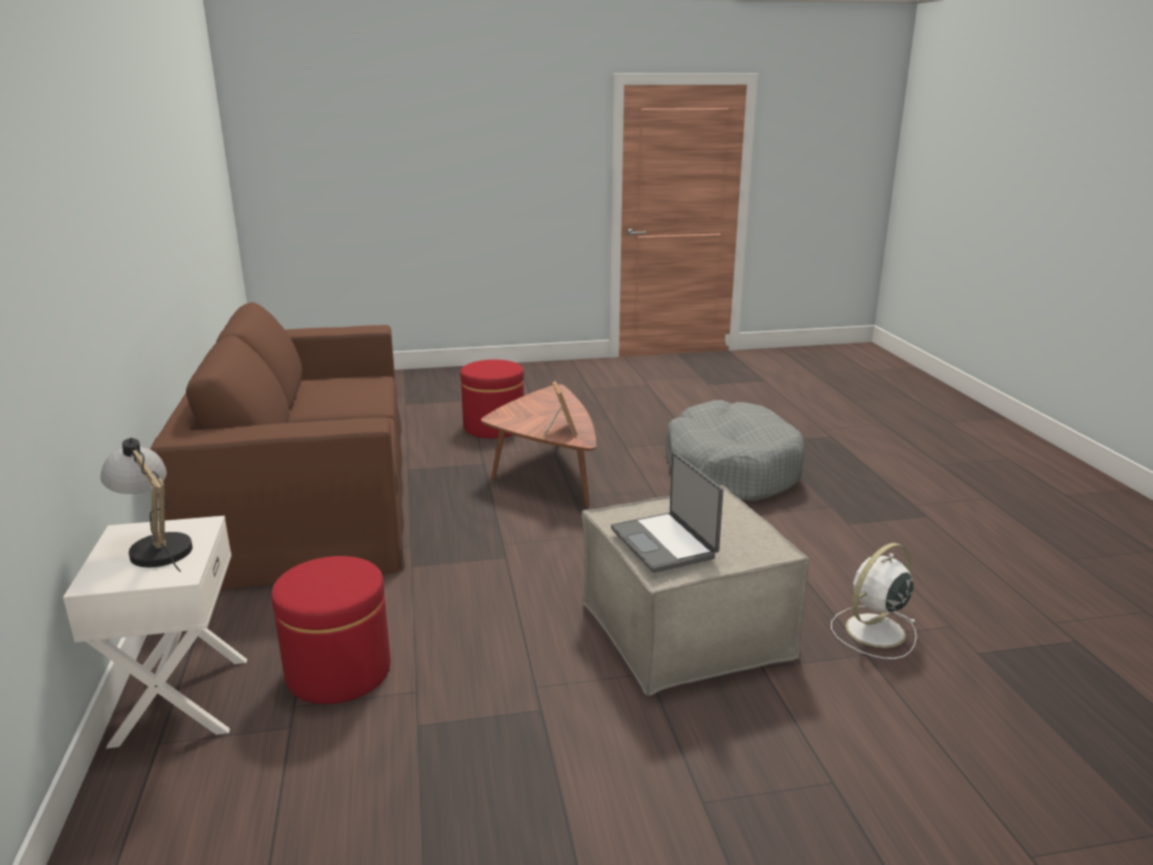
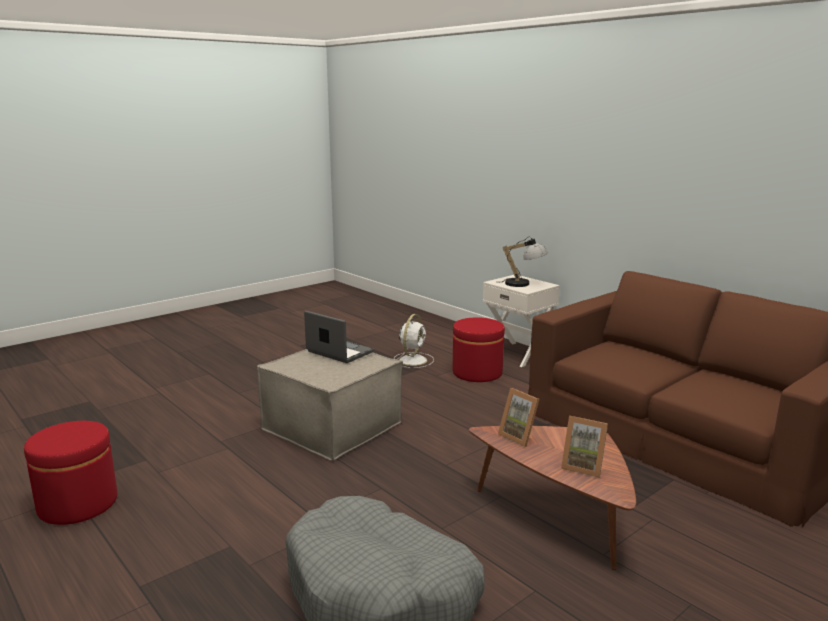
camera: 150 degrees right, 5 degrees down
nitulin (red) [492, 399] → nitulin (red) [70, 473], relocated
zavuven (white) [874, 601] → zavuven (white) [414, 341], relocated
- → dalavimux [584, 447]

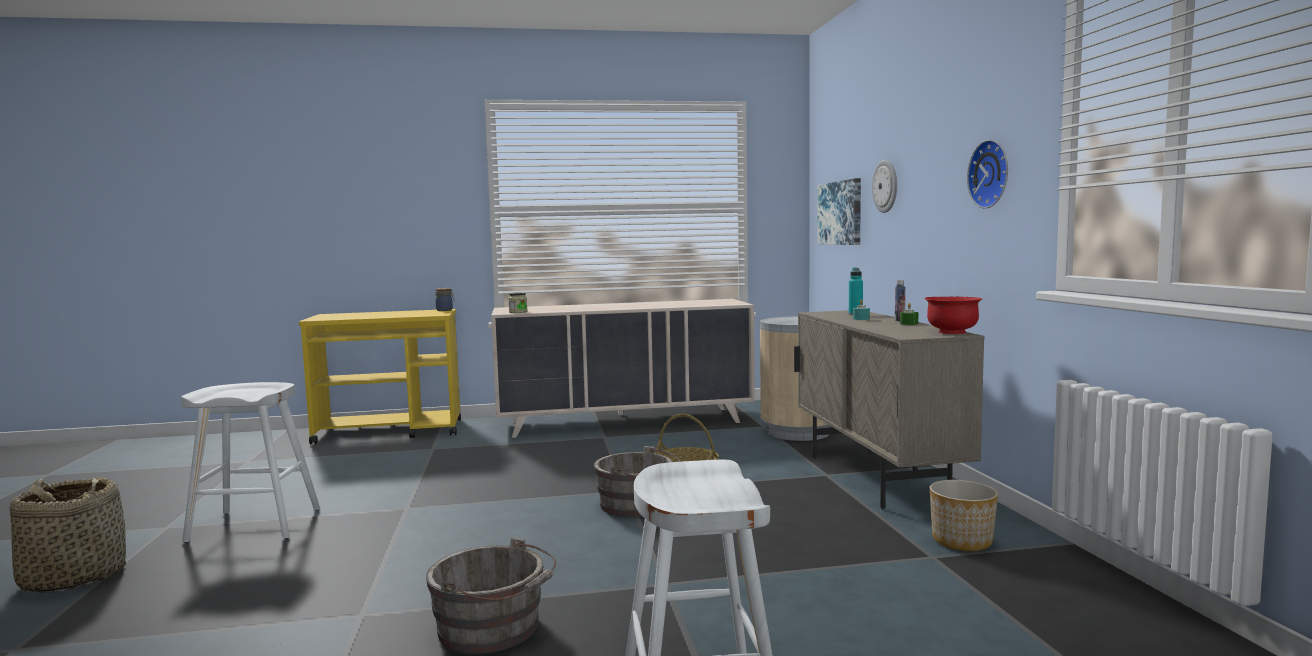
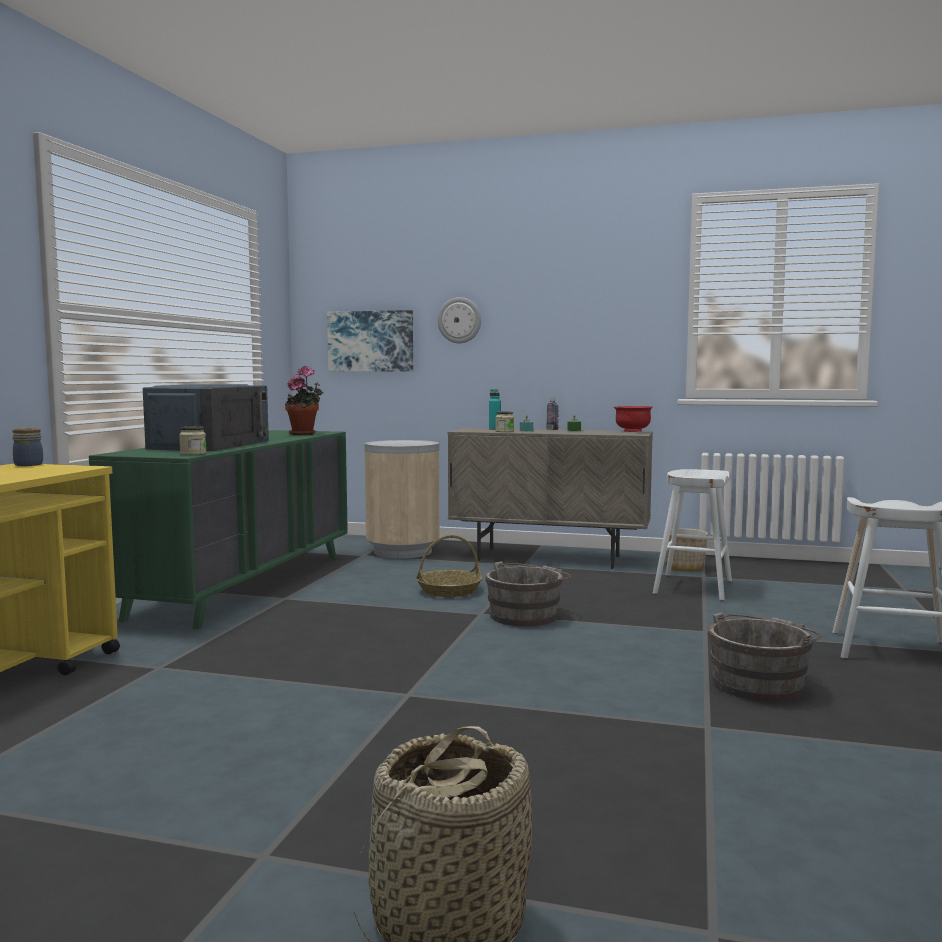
camera: 65 degrees left, 0 degrees up
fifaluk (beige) [623, 368] → fifaluk (green) [218, 529]
- → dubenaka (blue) [206, 417]
- → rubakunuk [304, 400]
- → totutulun [504, 421]
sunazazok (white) [250, 462] → sunazazok (white) [692, 535], relocated
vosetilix [987, 174] → -

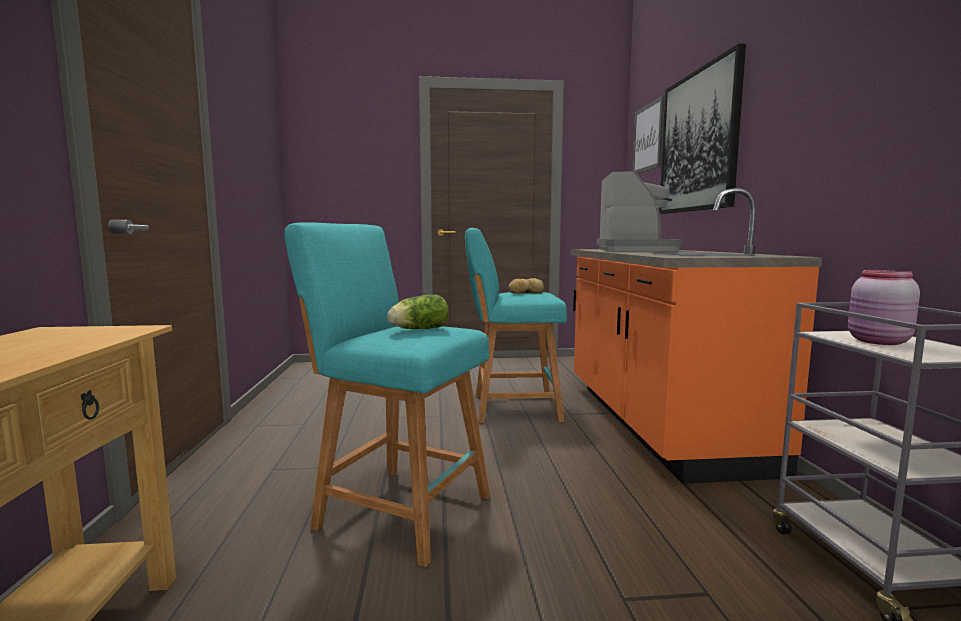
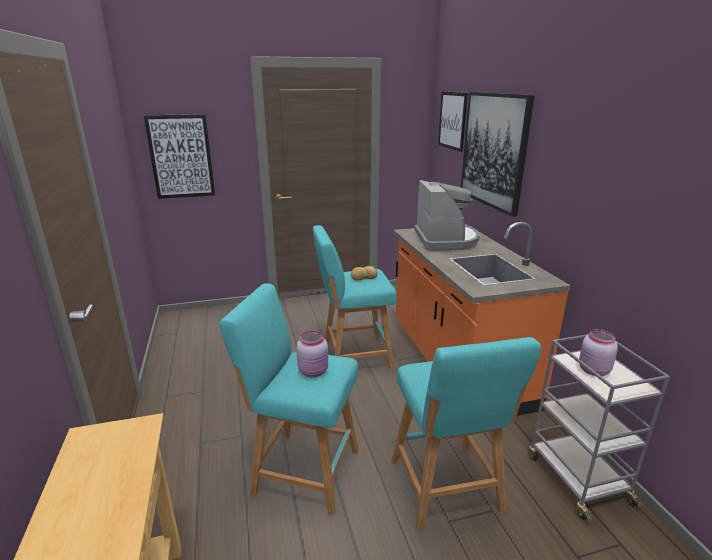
camera: 10 degrees left, 15 degrees up
- → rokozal [179, 156]
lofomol [418, 311] → totutulun (pink) [312, 354]
- → sunazazok (turquoise) [466, 433]

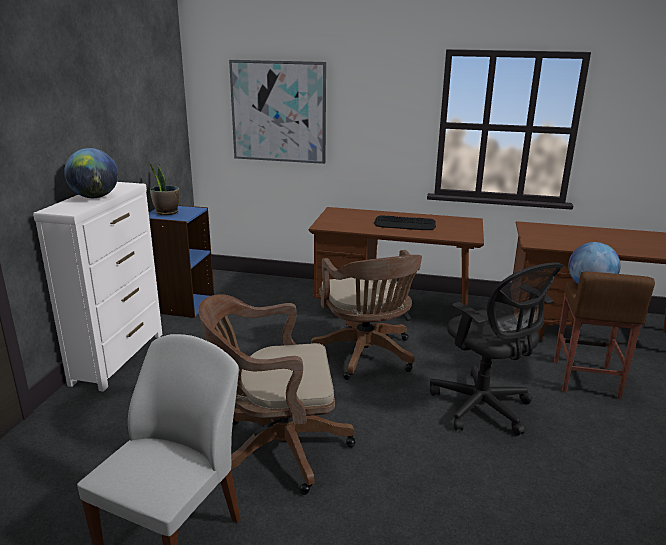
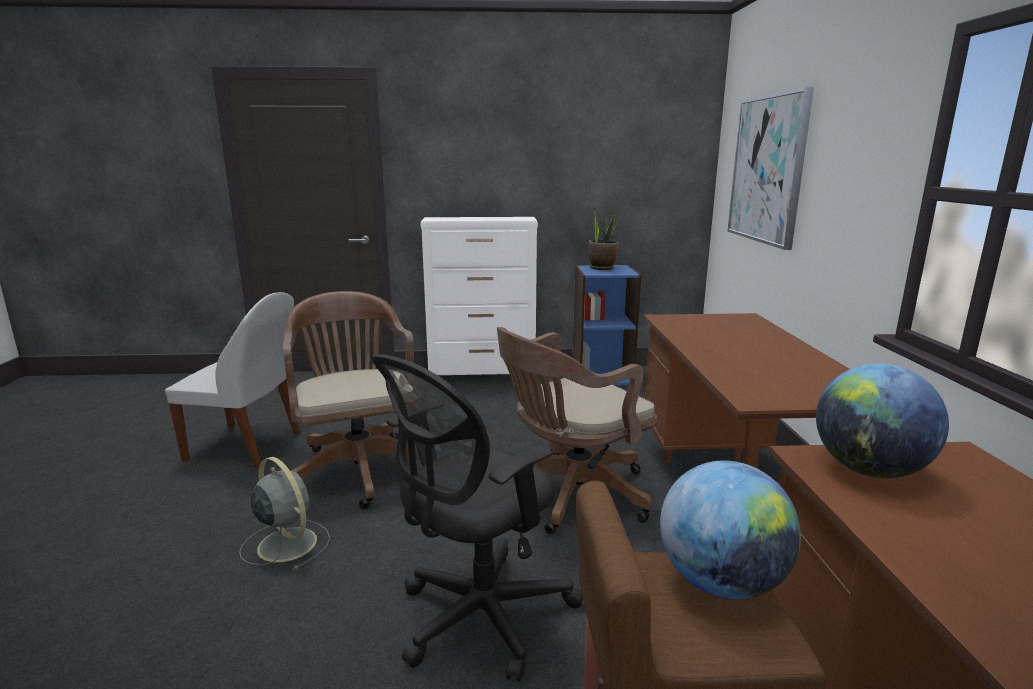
camera: 75 degrees right, 5 degrees down
- → zavuven (grey) [284, 513]
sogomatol [91, 173] → sogomatol [882, 421], relocated
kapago [405, 222] → -

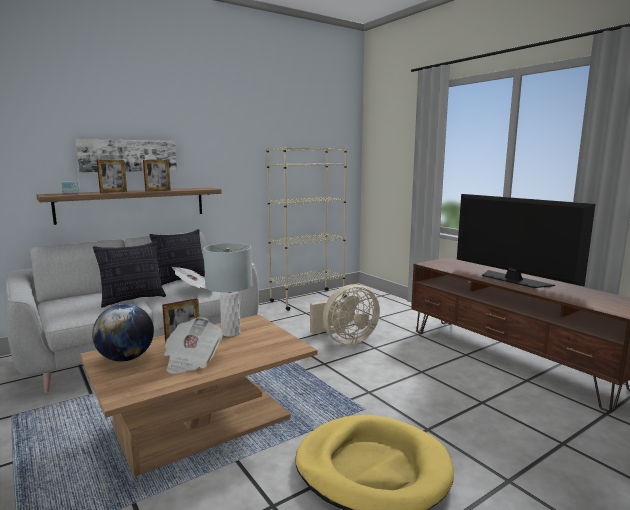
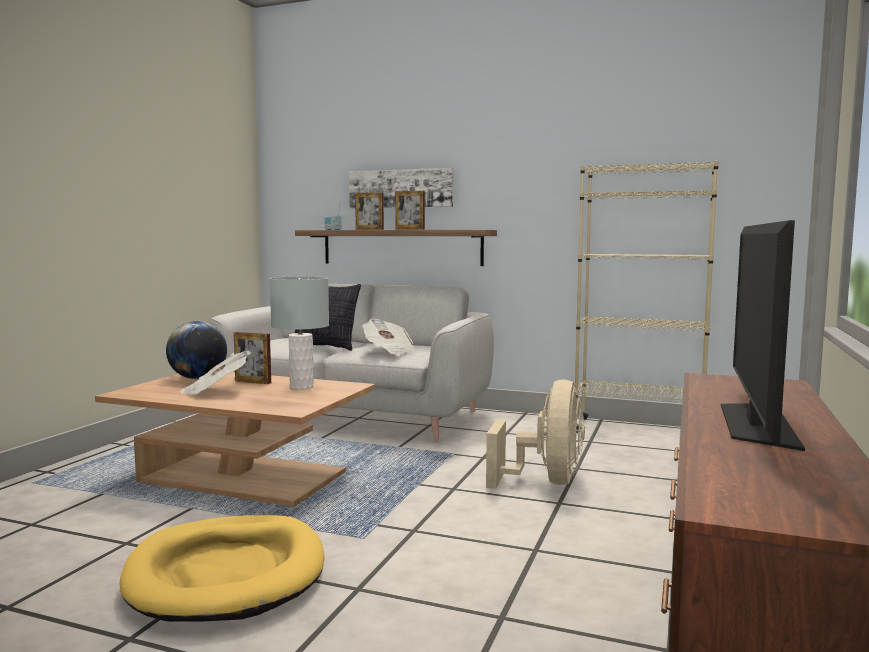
camera: 55 degrees right, 5 degrees down
zavuven (beige) [345, 314] → zavuven (beige) [535, 434], 105 degrees counterclockwise
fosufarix [177, 257] → -

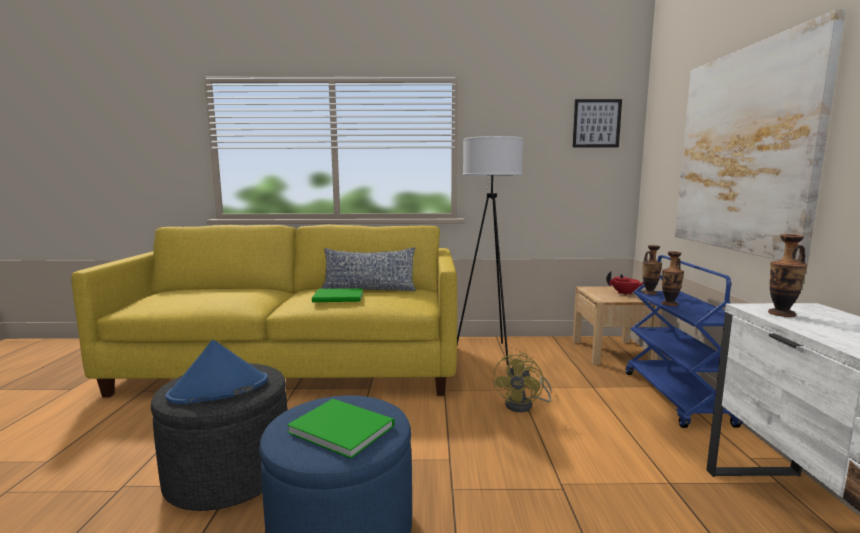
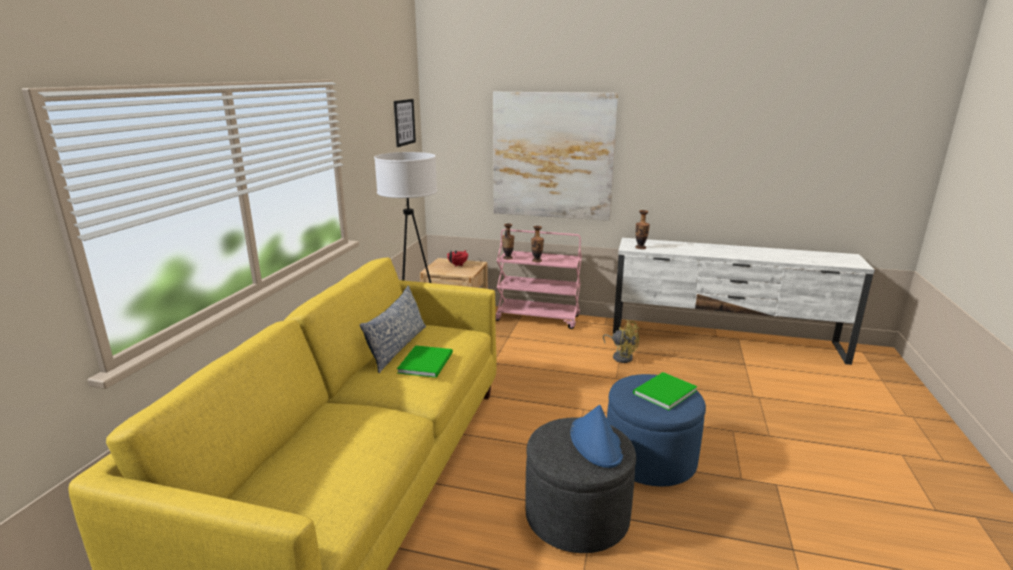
camera: 75 degrees left, 10 degrees up
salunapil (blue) [684, 341] → salunapil (pink) [539, 279]
zavuven (yellow) [523, 382] → zavuven (yellow) [621, 341], relocated

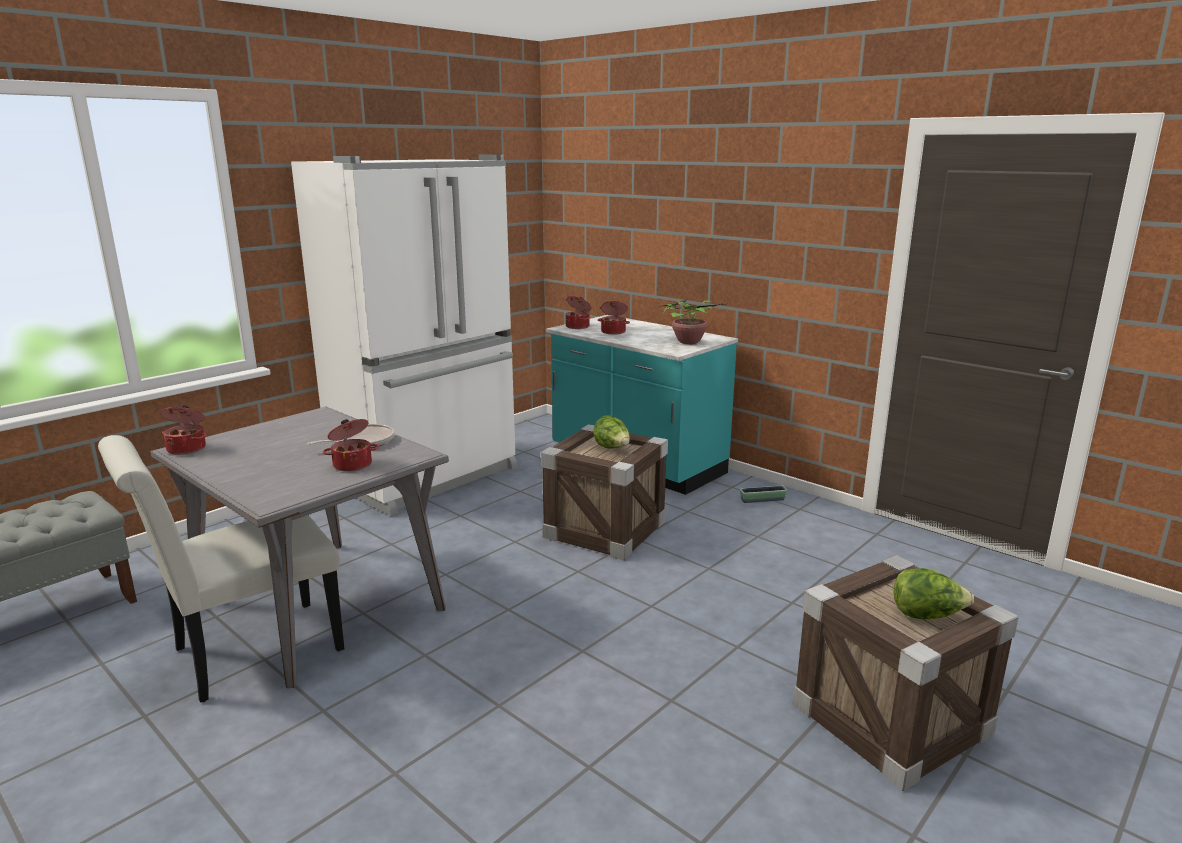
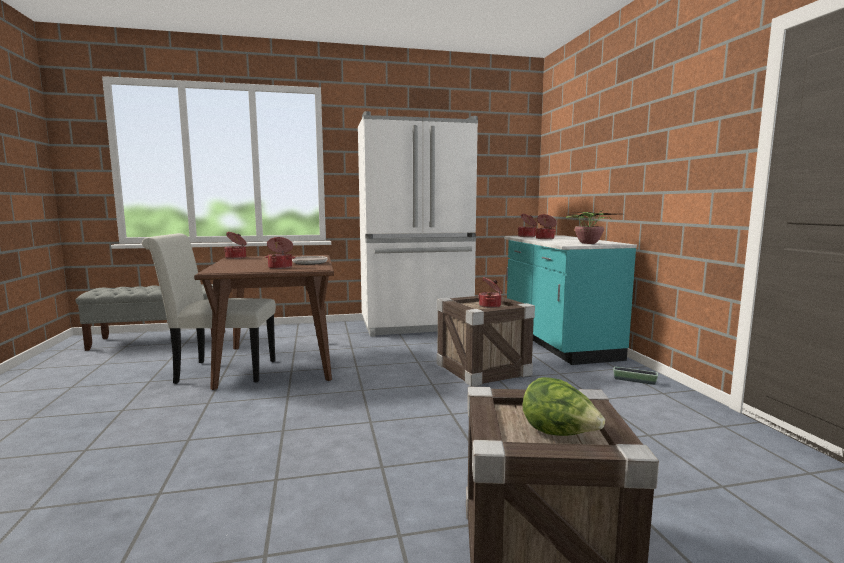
camera: 35 degrees right, 10 degrees down
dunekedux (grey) [299, 547] → dunekedux (brown) [264, 322]
lofomol [611, 432] → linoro [490, 292]

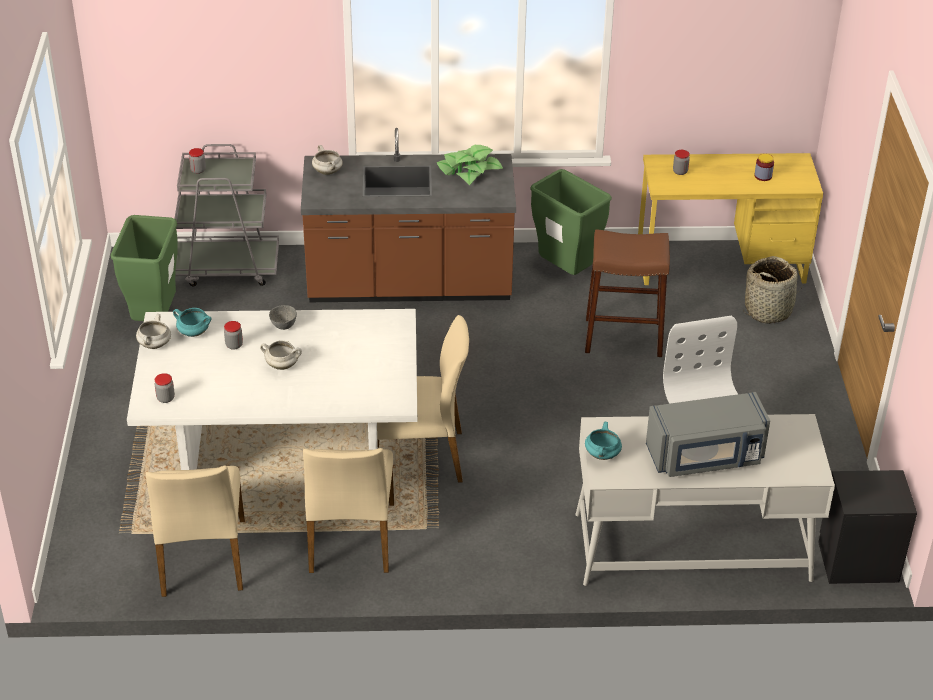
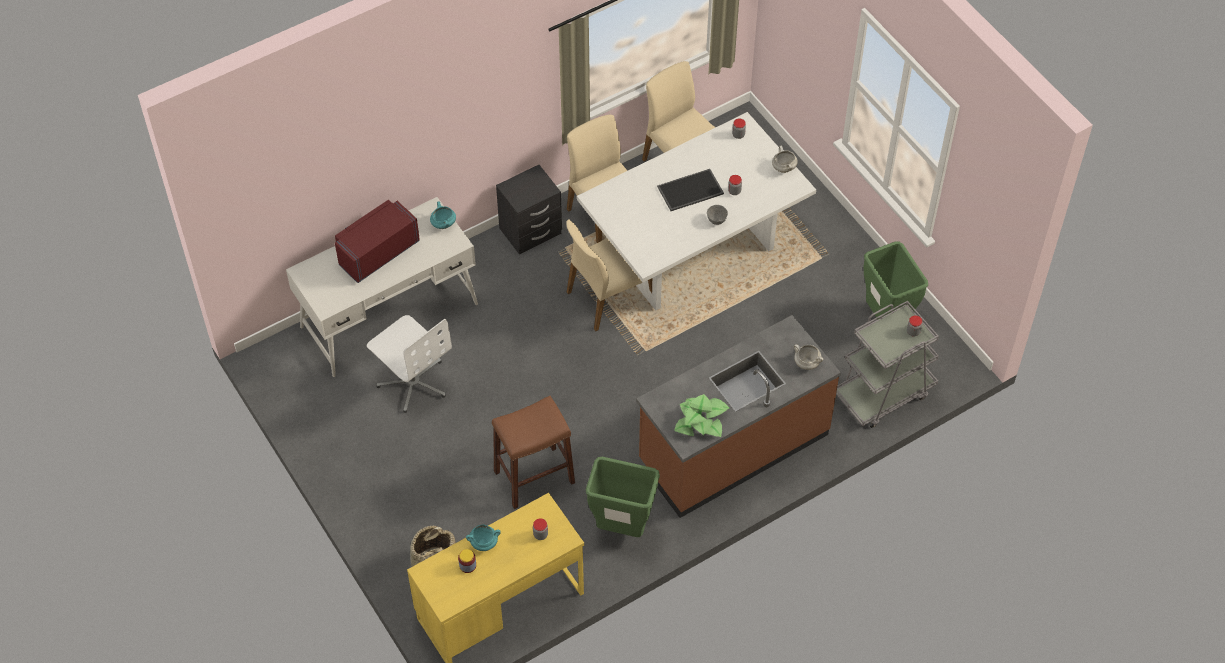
camera: 150 degrees right, 15 degrees up
dubenaka (grey) [708, 434] → dubenaka (red) [377, 241]
linoro (turquoise) [192, 322] → linoro (turquoise) [483, 538], relocated
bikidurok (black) [867, 527] → bikidurok (black) [529, 209], relocated
linoro (white) [281, 355] → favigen [690, 190]

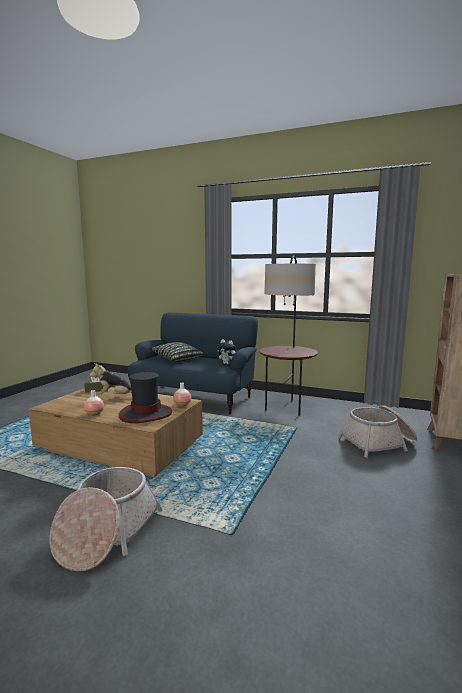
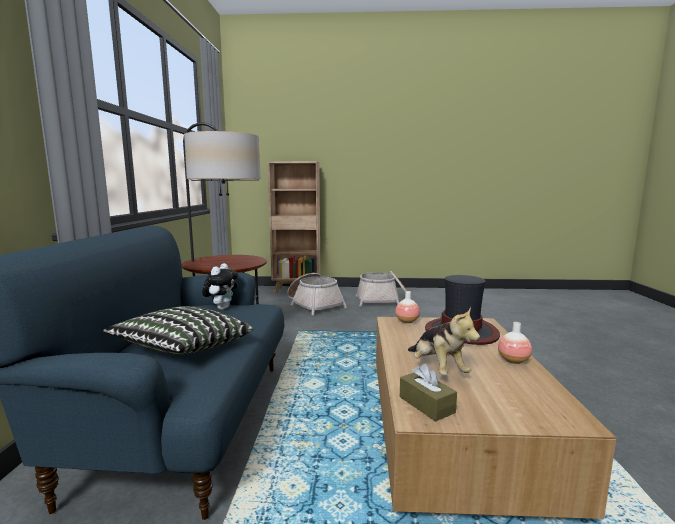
camera: 110 degrees left, 0 degrees up
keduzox [106, 519] → keduzox [385, 289], relocated

